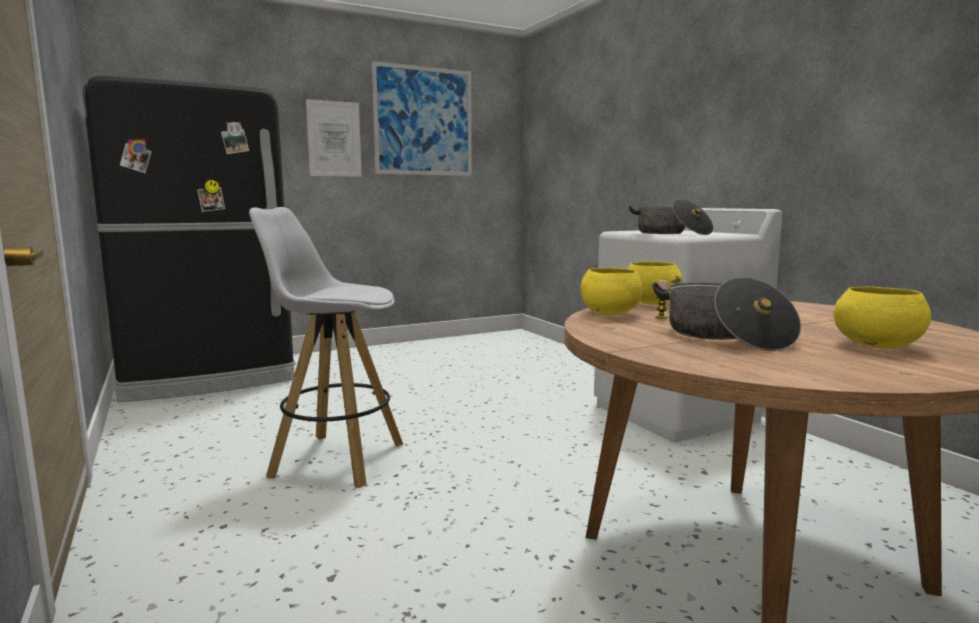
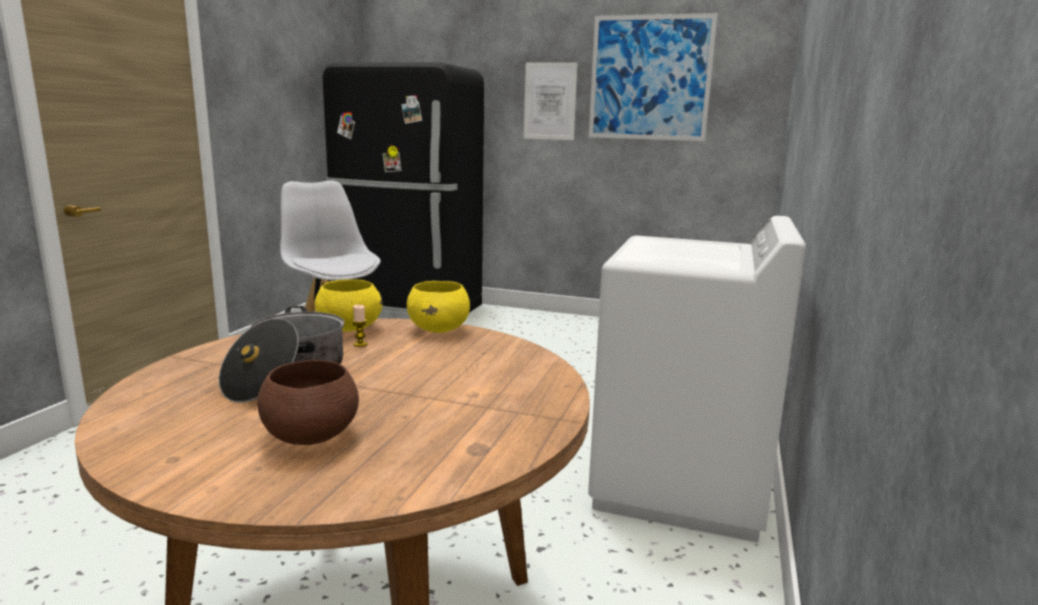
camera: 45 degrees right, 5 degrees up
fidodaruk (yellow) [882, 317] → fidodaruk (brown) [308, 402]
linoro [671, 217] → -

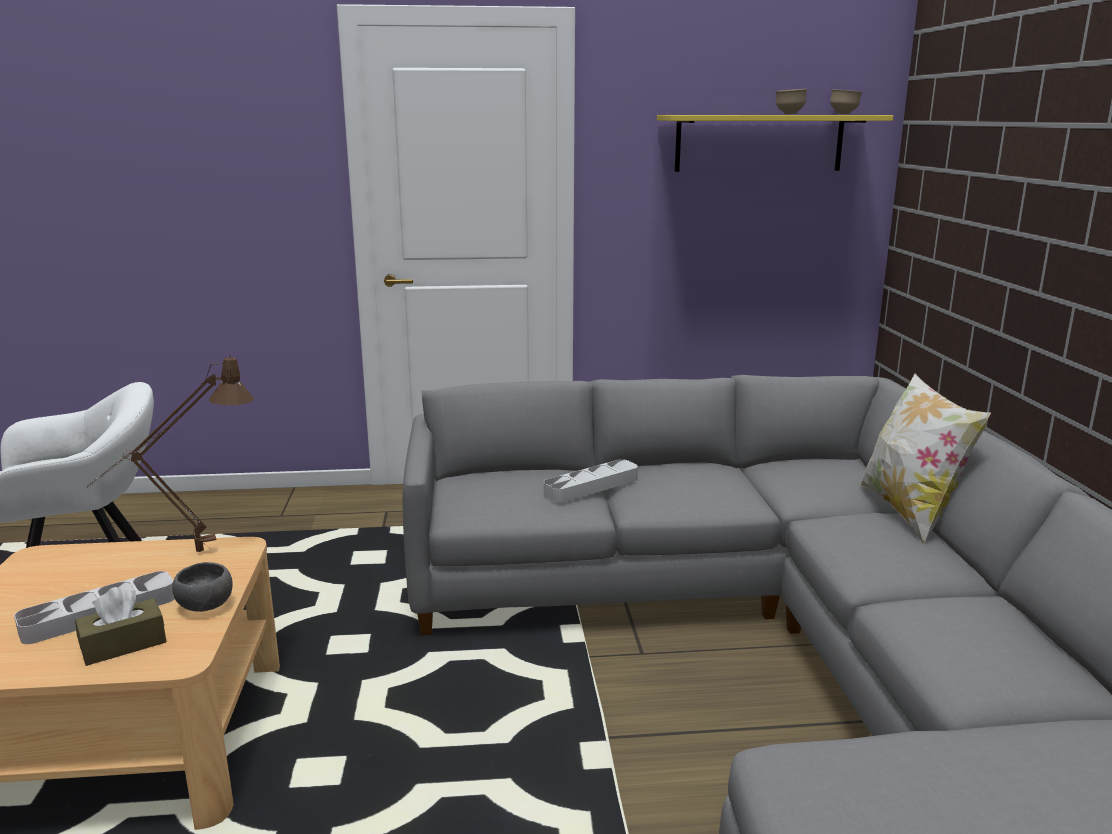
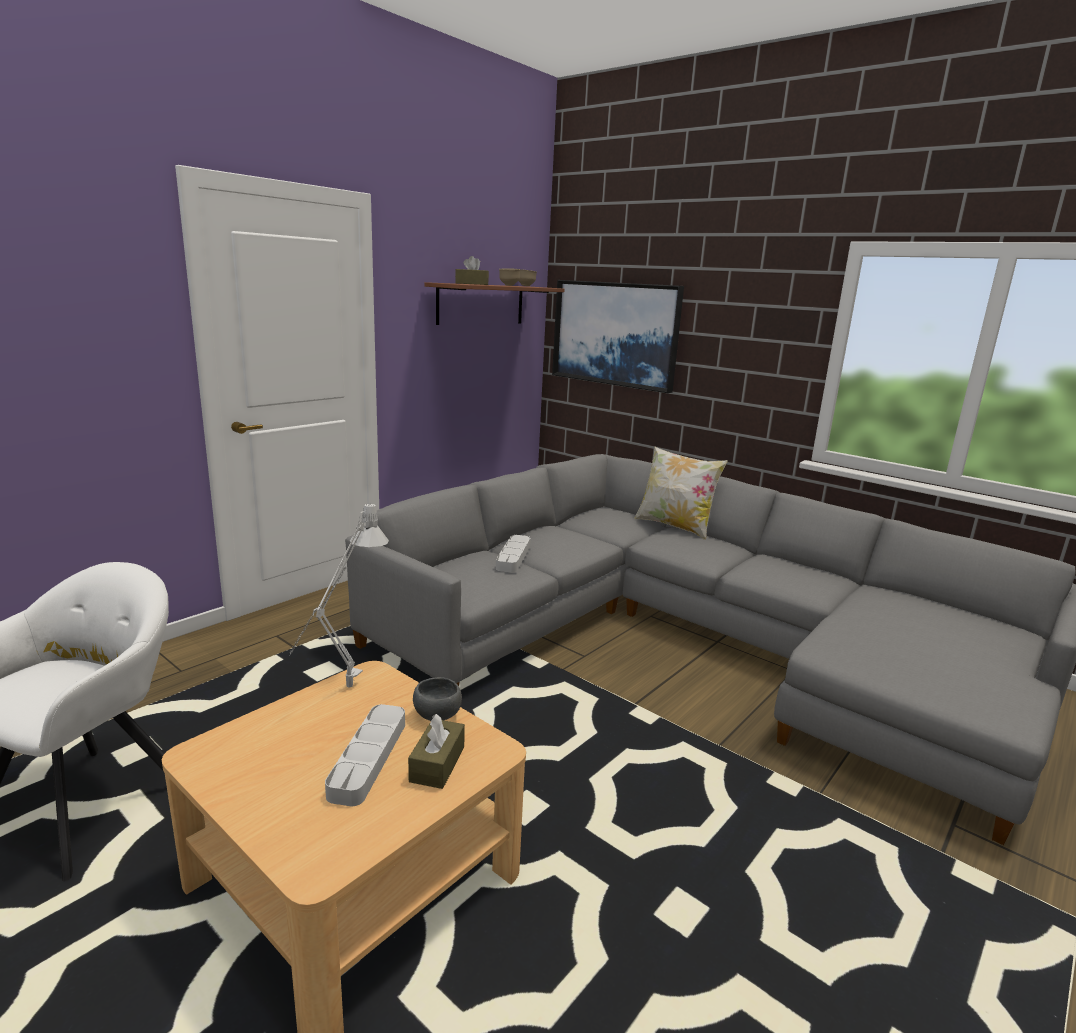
camera: 45 degrees left, 0 degrees up
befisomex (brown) [170, 453] → befisomex (grey) [339, 596]
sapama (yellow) [775, 143] → sapama (brown) [494, 303]
- → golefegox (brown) [472, 270]
- → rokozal [618, 336]

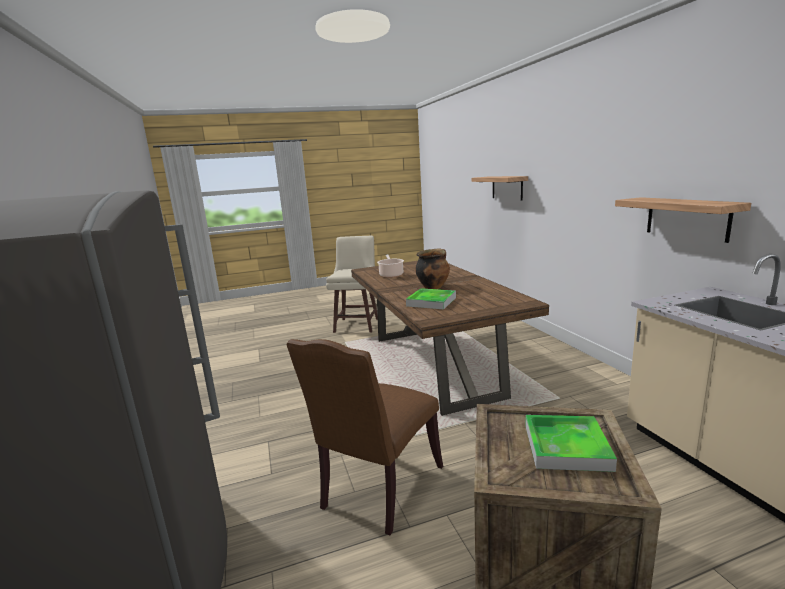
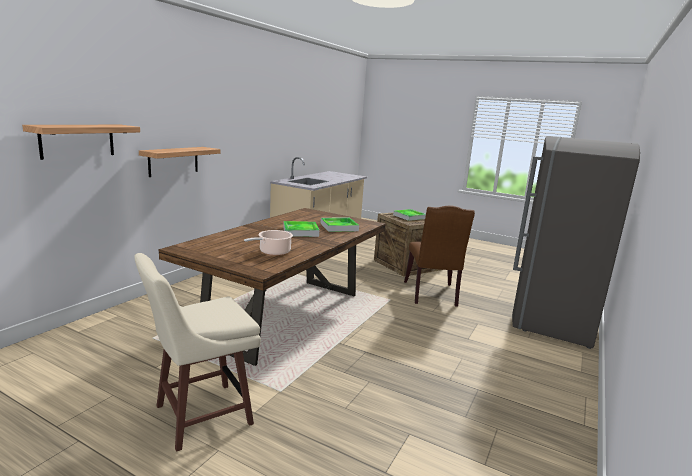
camera: 135 degrees left, 0 degrees up
sapama [683, 220] → sapama [180, 162], relocated
linoro [432, 268] → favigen [301, 229]
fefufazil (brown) [365, 437] → fefufazil (brown) [439, 256], 105 degrees clockwise

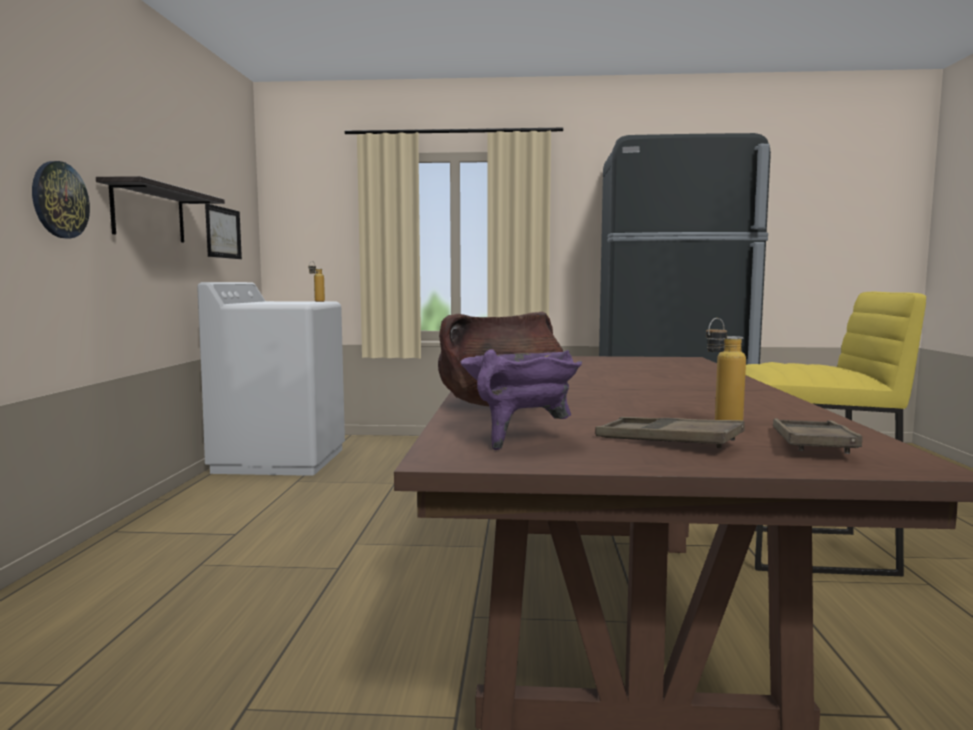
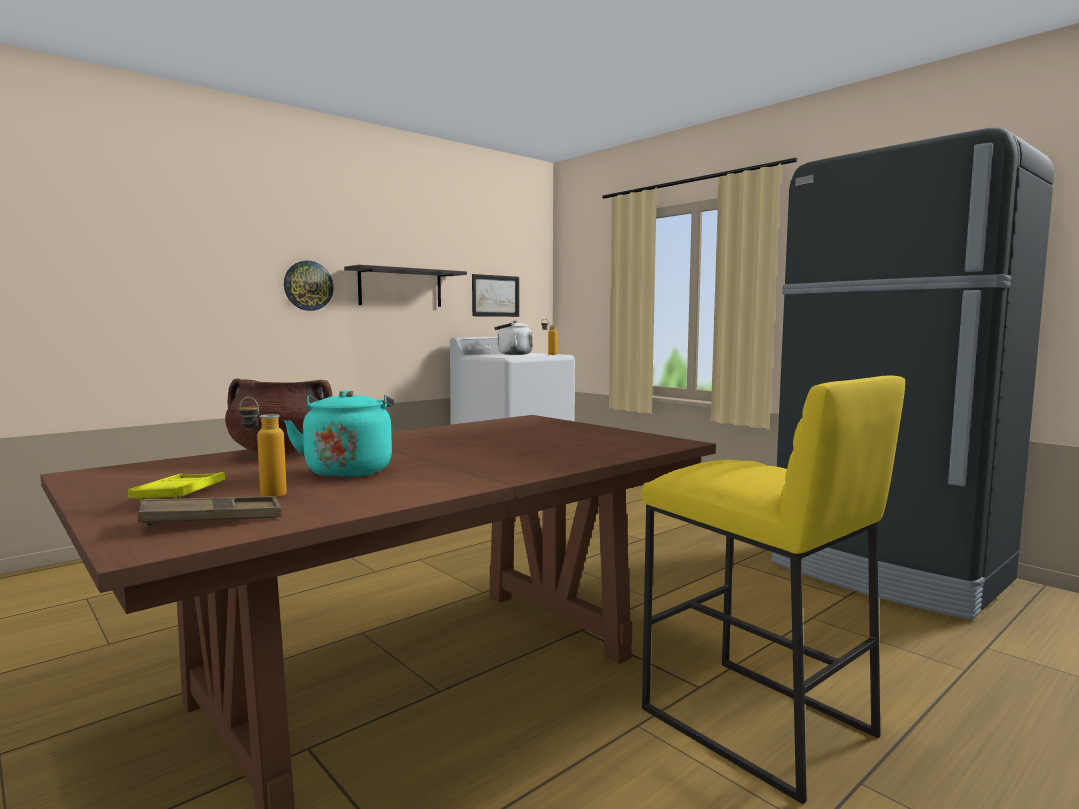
camera: 45 degrees right, 0 degrees up
favigen (brown) [670, 432] → favigen (yellow) [176, 487]
- → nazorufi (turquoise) [339, 434]
- → nazorufi (white) [513, 337]
linoro (purple) [521, 399] → -

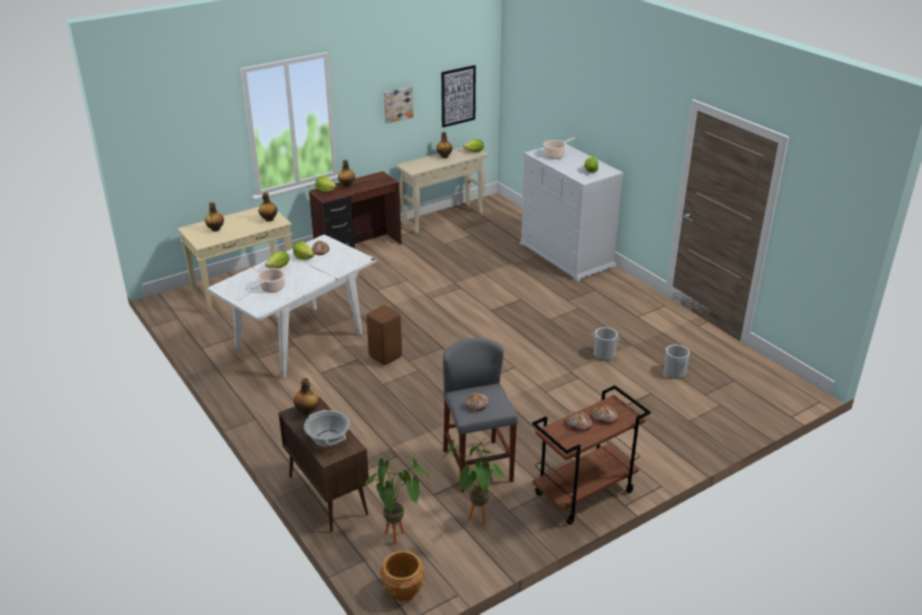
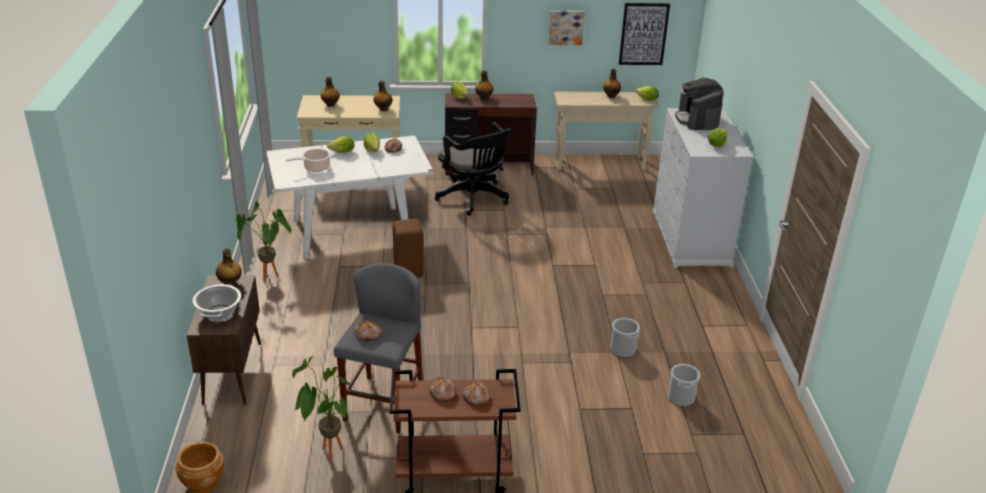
camera: 30 degrees right, 0 degrees up
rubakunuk [397, 501] → rubakunuk [263, 241], relocated
- → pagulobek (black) [473, 169]
linoro [560, 148] → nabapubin [699, 104]

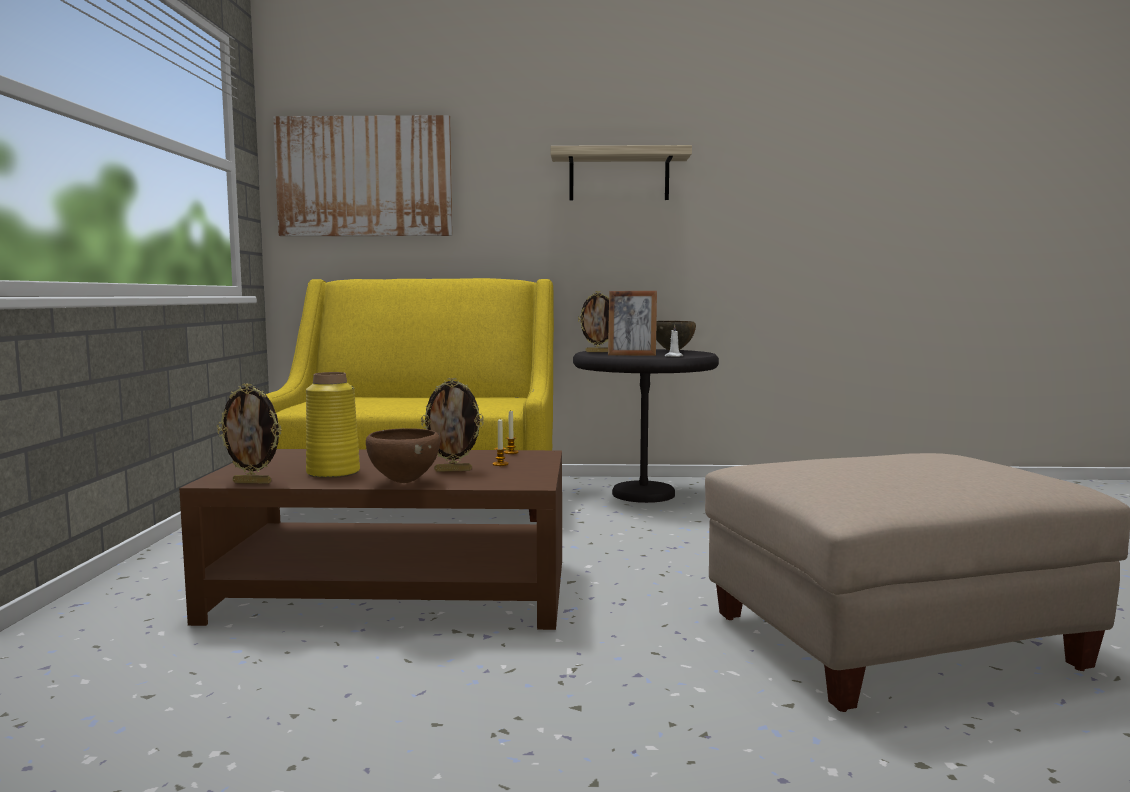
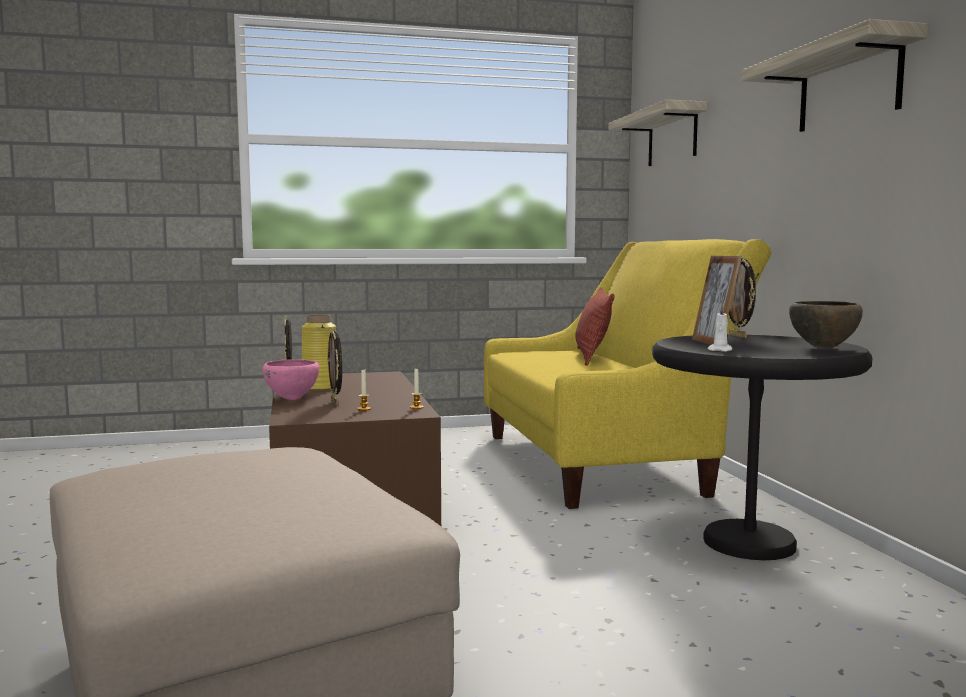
camera: 75 degrees right, 0 degrees up
fidodaruk (brown) [403, 455] → fidodaruk (pink) [290, 379]
- → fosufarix [595, 326]
rokozal [362, 175] → sapama [657, 132]

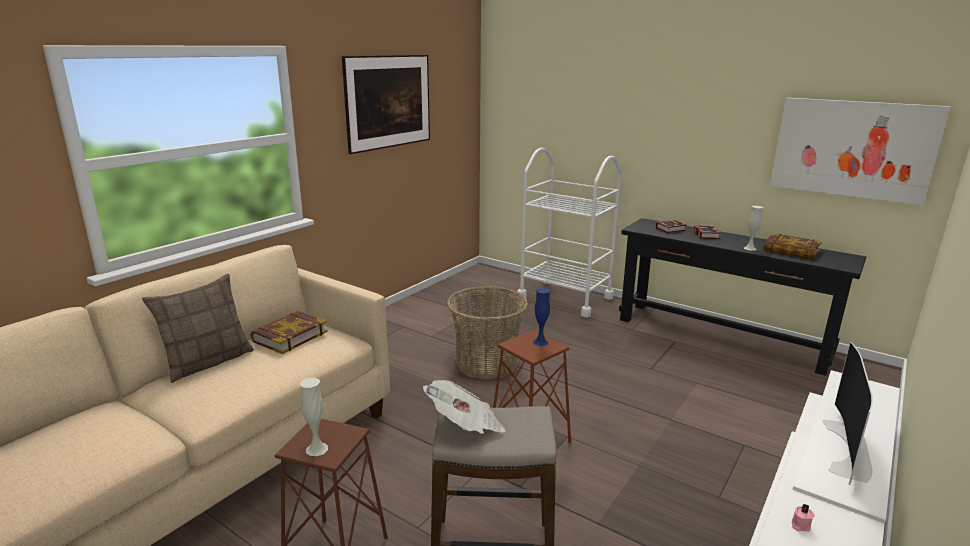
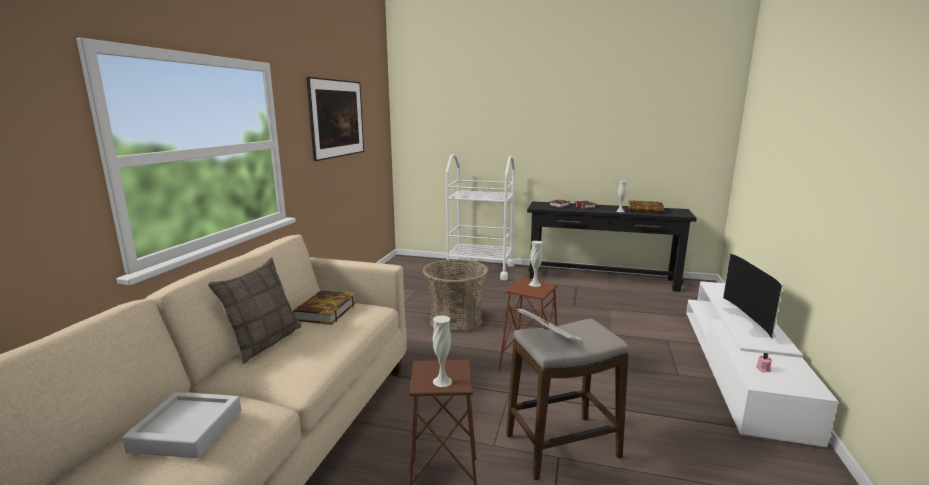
camera: 20 degrees left, 5 degrees down
- → favigen (grey) [181, 425]
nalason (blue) [541, 317] → nalason (white) [535, 264]
rokozal [860, 151] → -

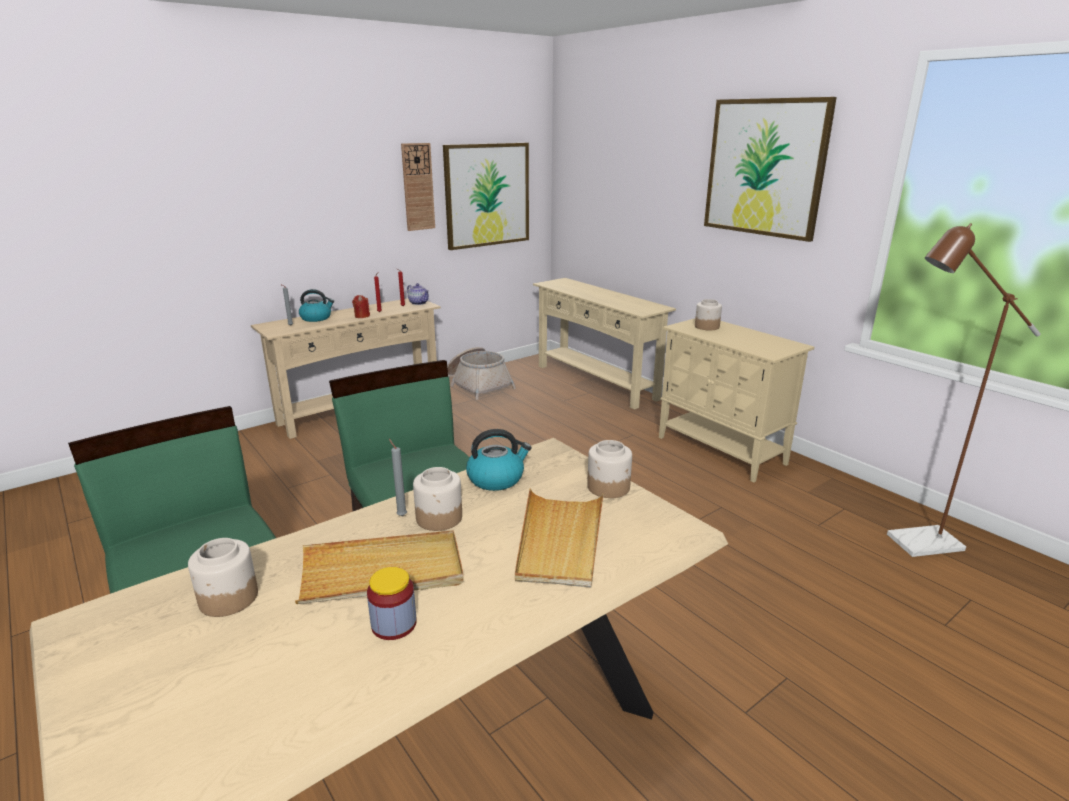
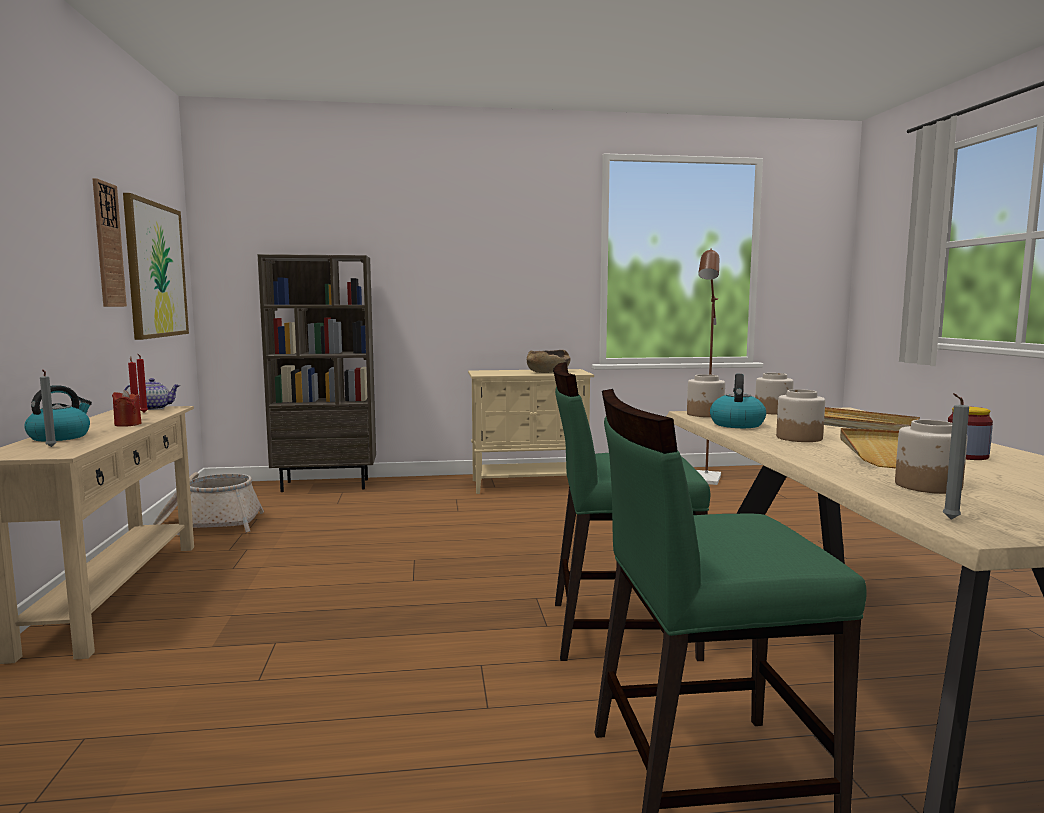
camera: 60 degrees left, 15 degrees down
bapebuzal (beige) [604, 344] → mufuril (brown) [316, 373]
- → fidodaruk (brown) [549, 361]
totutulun [708, 314] → totutulun [706, 395], relocated
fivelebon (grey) [398, 477] → fivelebon (grey) [956, 456], relocated
rokozal [770, 169] → -

